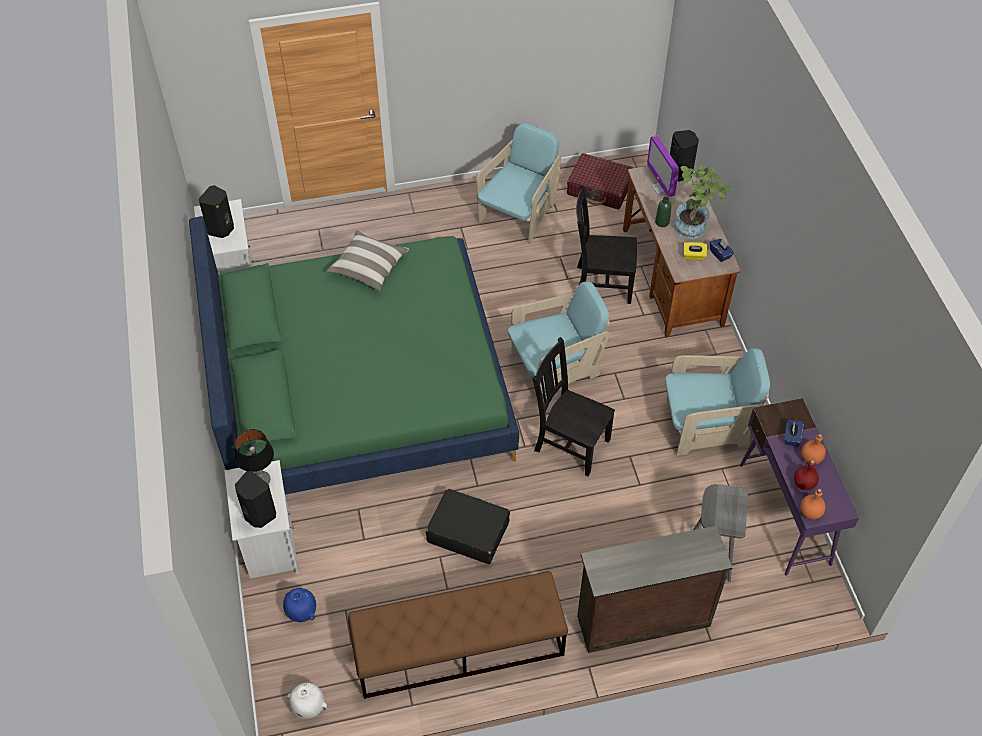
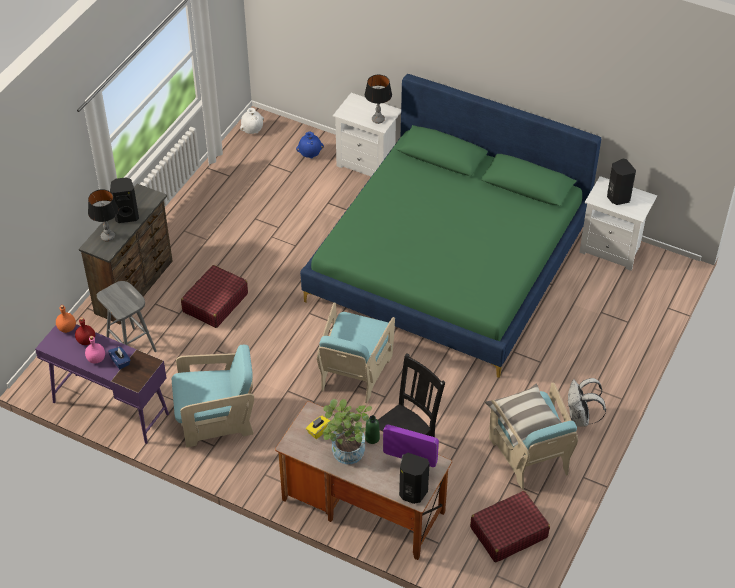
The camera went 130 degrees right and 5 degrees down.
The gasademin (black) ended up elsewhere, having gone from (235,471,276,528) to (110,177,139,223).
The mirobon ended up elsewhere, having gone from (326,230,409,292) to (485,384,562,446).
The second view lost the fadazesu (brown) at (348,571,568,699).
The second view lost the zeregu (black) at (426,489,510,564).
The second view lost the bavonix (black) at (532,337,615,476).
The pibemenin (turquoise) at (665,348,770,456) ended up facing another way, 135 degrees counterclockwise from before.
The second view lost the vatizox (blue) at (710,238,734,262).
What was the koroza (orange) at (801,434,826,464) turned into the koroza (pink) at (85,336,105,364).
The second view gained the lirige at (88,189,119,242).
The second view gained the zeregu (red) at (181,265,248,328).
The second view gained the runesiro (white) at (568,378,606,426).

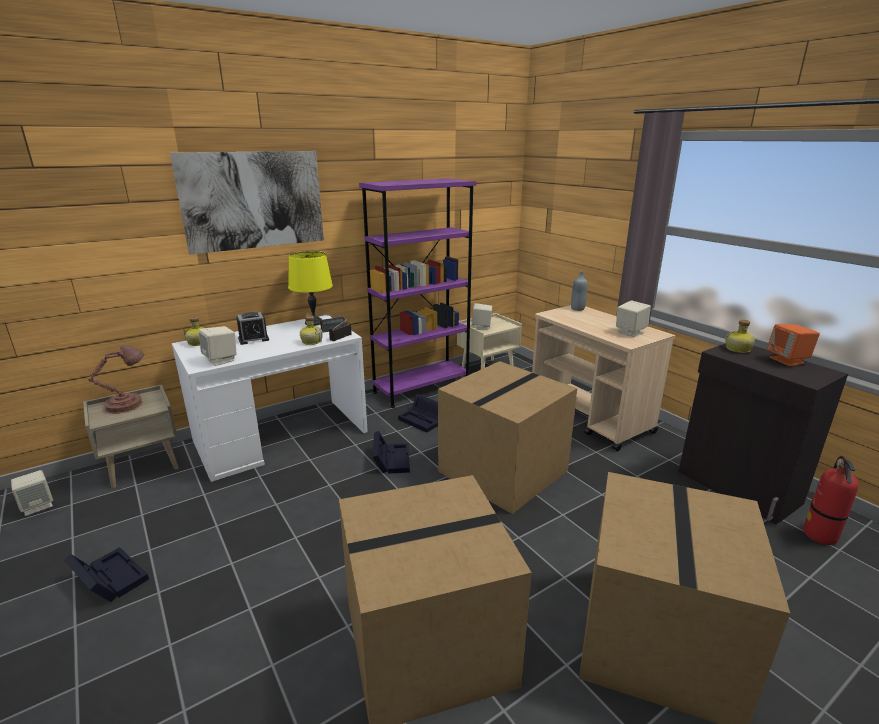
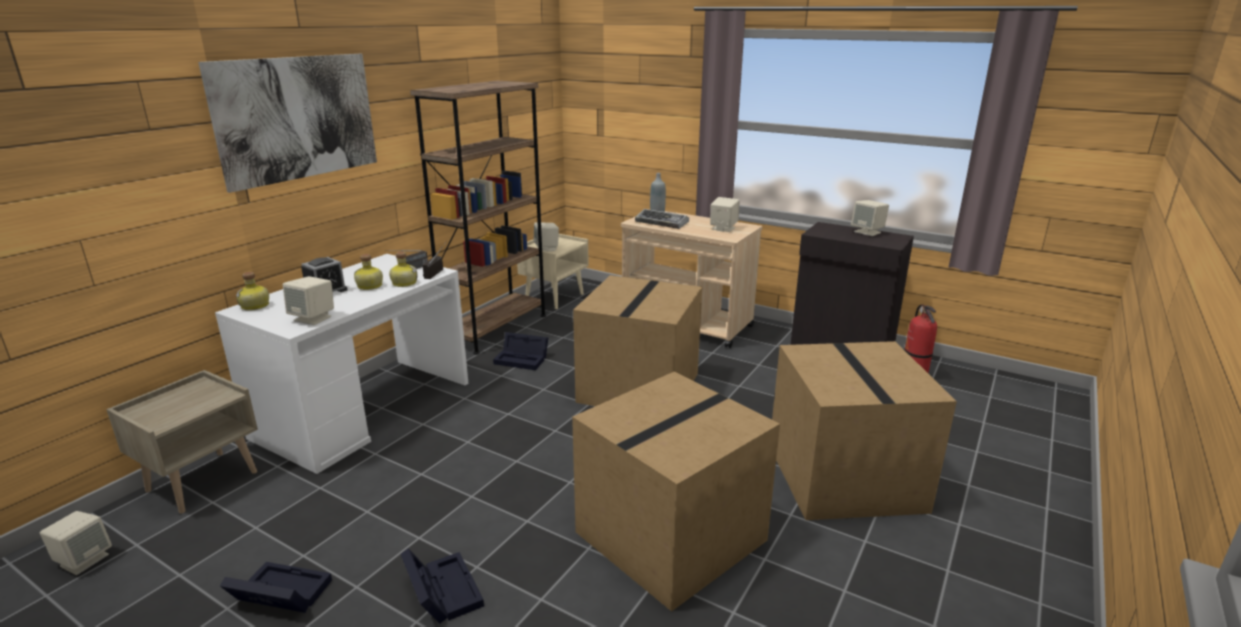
The camera went 25 degrees left and 0 degrees up.
The second view lost the lirige (brown) at (88,344,144,414).
The second view lost the lirige (yellow) at (288,251,333,326).
What was the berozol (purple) at (359,178,476,408) turned into the berozol (brown) at (410,81,546,355).
The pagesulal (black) ended up elsewhere, having gone from (373,431,410,474) to (401,548,484,624).
The koroza ended up elsewhere, having gone from (726,319,755,353) to (354,254,383,290).
What was the gasademin (orange) at (767,324,820,366) turned into the gasademin (beige) at (851,200,889,236).
The second view gained the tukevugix at (635,209,689,229).

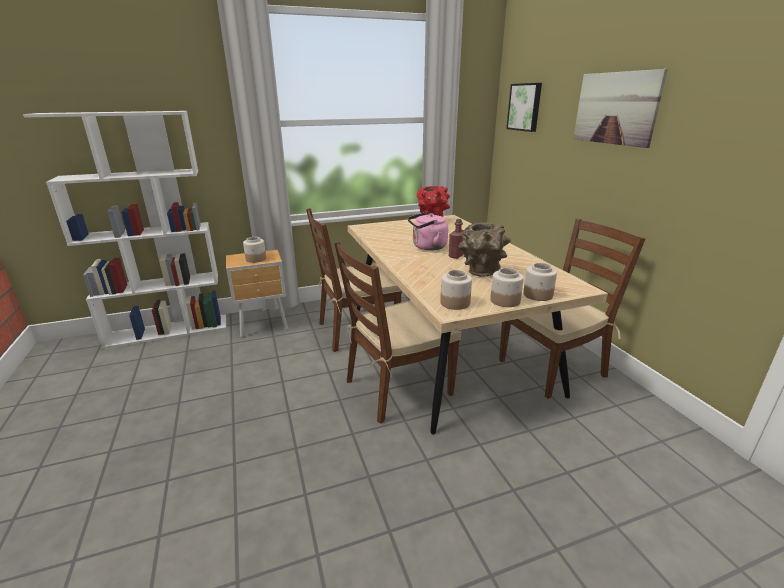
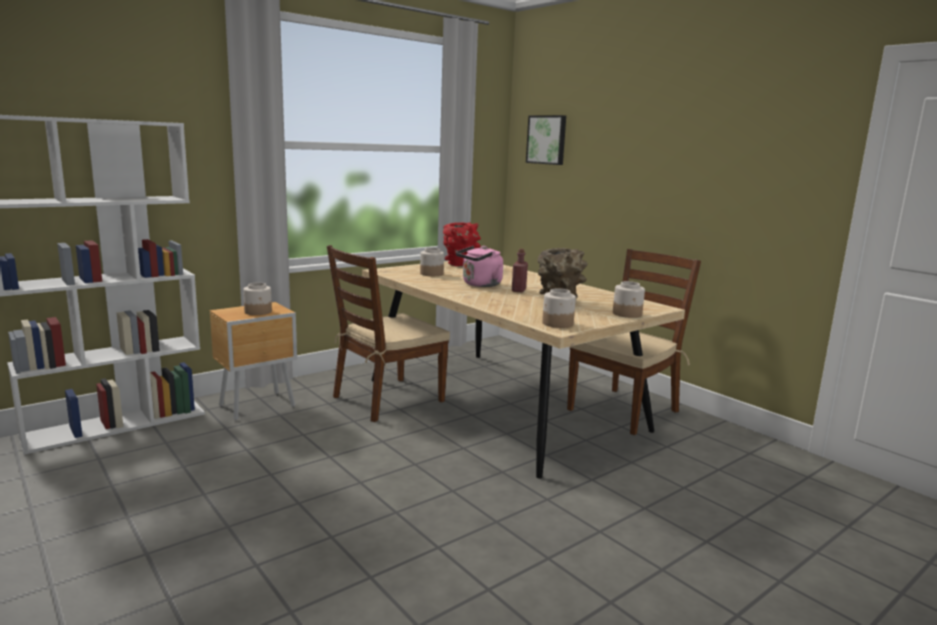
The camera went 20 degrees left and 10 degrees down.
The second view lost the bavonix (brown) at (334,241,461,424).
The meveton ended up elsewhere, having gone from (490,268,524,307) to (420,248,444,276).
The second view lost the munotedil at (573,69,668,148).

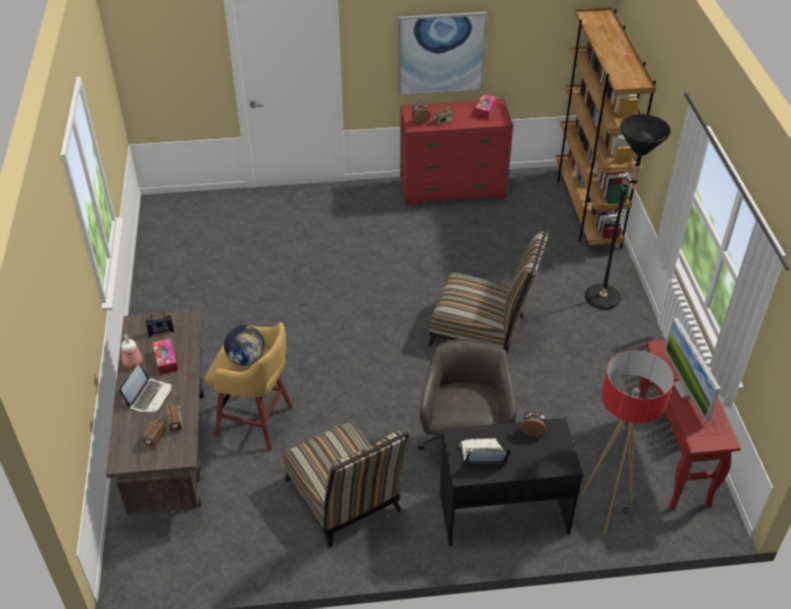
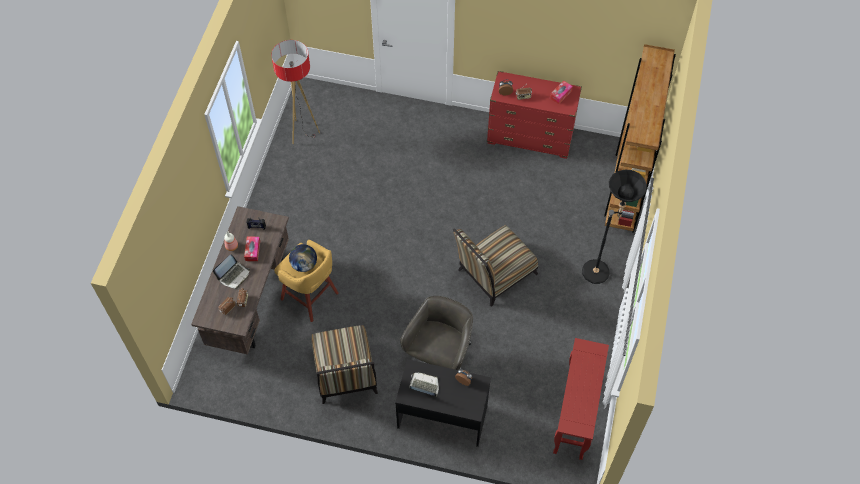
The camera went 20 degrees right and 15 degrees up.
The second view lost the munotedil at (398,12,487,95).
The bavonix at (428,229,548,355) ended up facing another way, 105 degrees clockwise from before.
The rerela ended up elsewhere, having gone from (582,350,674,534) to (271,40,320,144).
The second view lost the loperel at (664,318,721,422).

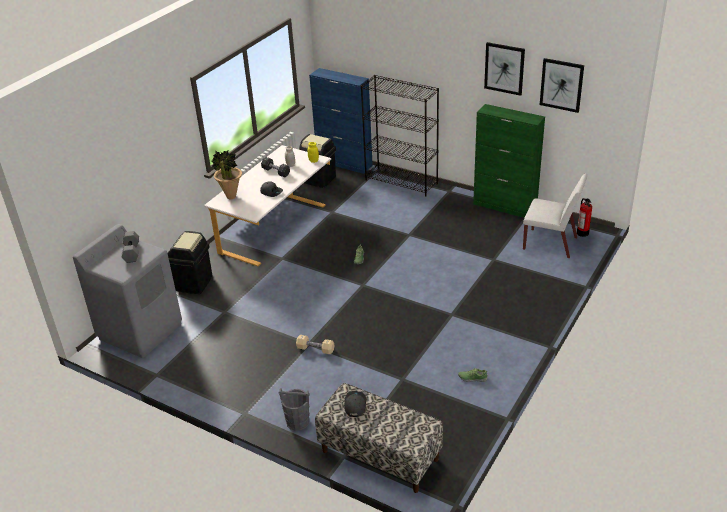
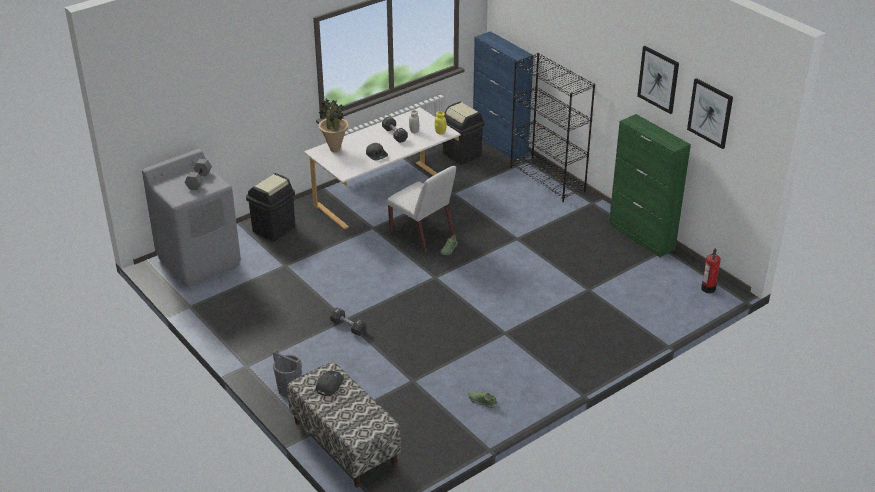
The camera went 20 degrees right and 0 degrees up.
What was the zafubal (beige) at (296,335,334,354) turned into the zafubal (black) at (330,307,366,336).
The bavonix (white) ended up elsewhere, having gone from (523,174,587,258) to (387,166,456,253).

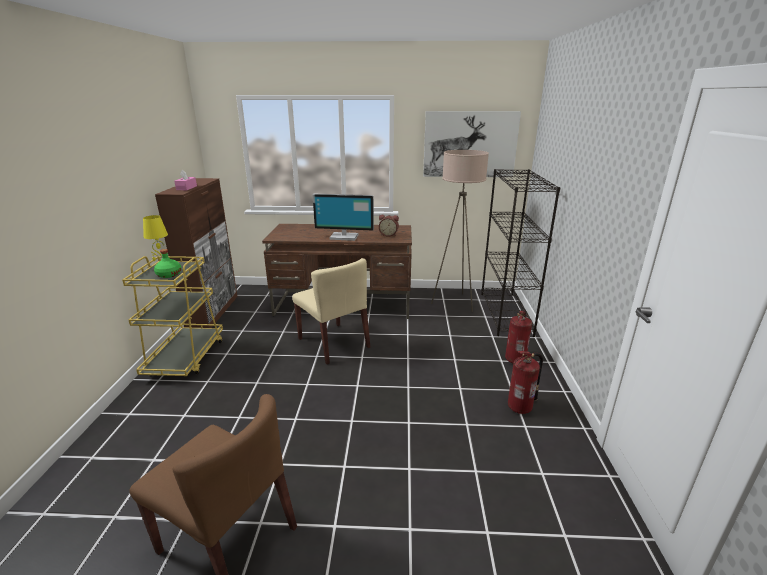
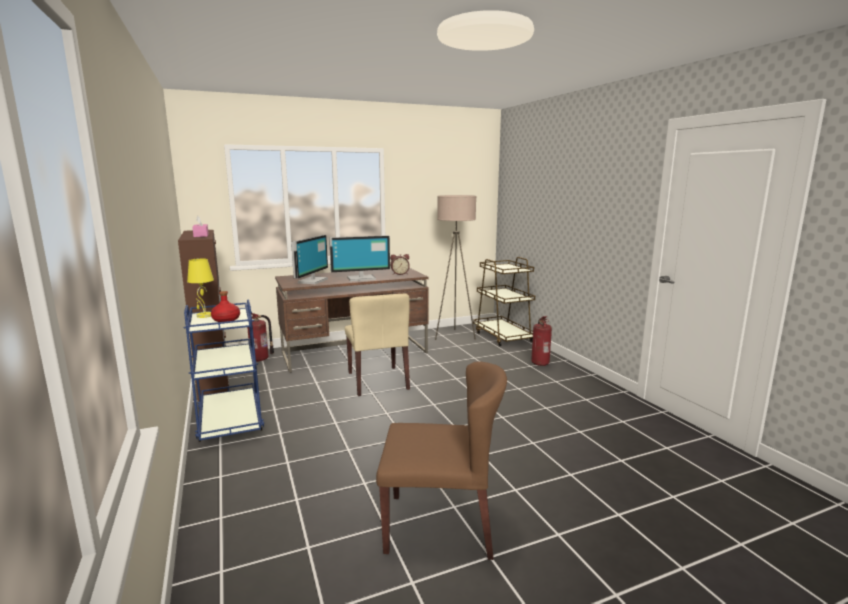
The camera went 25 degrees left and 10 degrees down.
What was the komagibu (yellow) at (122,256,223,376) turned into the komagibu (blue) at (184,300,264,442).
What was the koroza (green) at (154,249,182,278) turned into the koroza (red) at (211,291,240,322).
The bavonix (beige) at (292,258,370,365) ended up facing another way, 45 degrees clockwise from before.
The second view lost the munotedil at (423,111,521,177).
Where the berozol (black) stood at (481,169,560,337), the komagibu (brown) came to stand at (473,257,535,346).
The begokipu ended up elsewhere, having gone from (508,351,543,414) to (247,313,274,362).
The second view gained the loperel at (291,235,328,284).

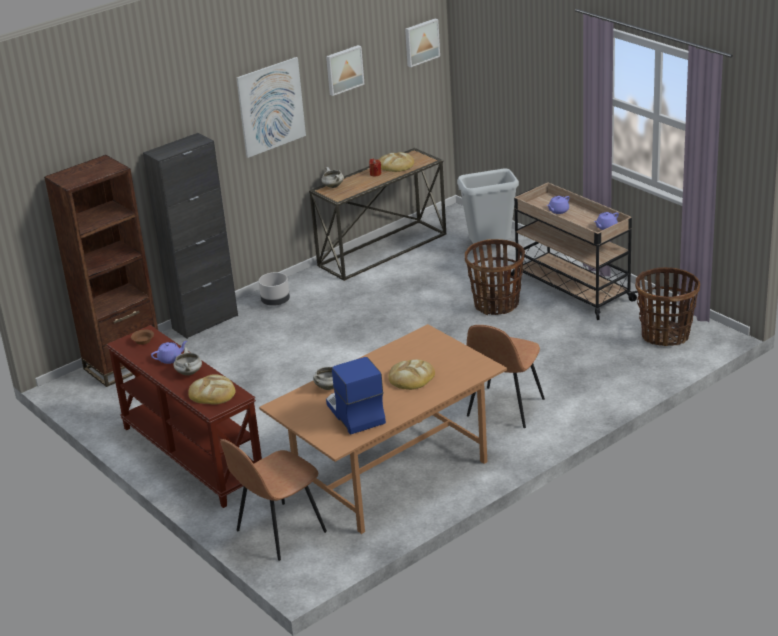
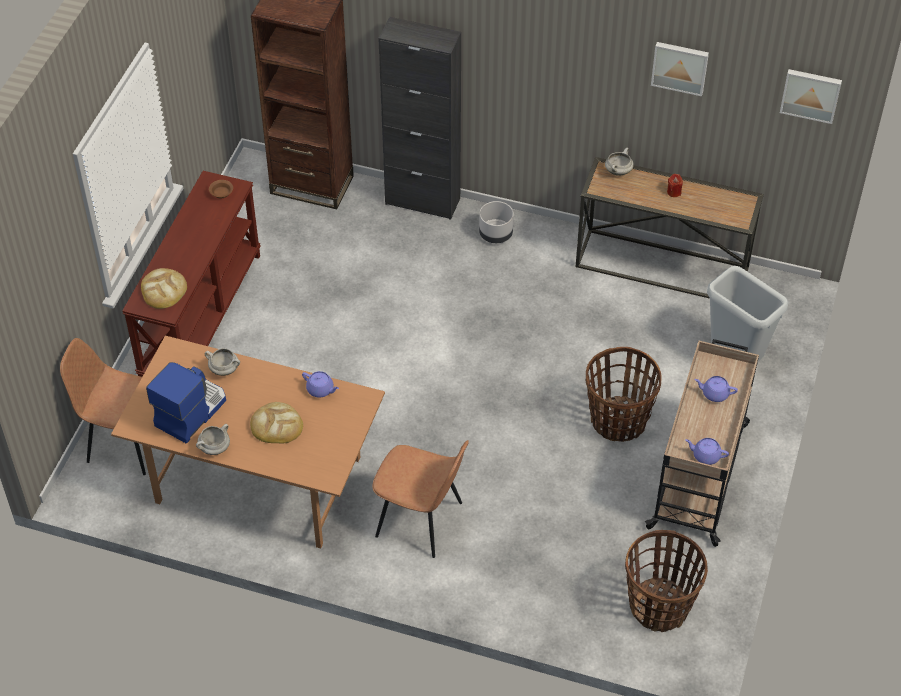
The camera went 55 degrees right and 20 degrees up.
The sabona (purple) ended up elsewhere, having gone from (151,341,187,364) to (302,371,339,398).
The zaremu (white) ended up elsewhere, having gone from (173,348,202,375) to (196,424,230,455).
The second view lost the munotedil at (236,57,306,158).
The second view lost the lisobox at (379,152,414,172).
The bavonix (brown) at (467,325,545,428) ended up facing another way, 150 degrees counterclockwise from before.

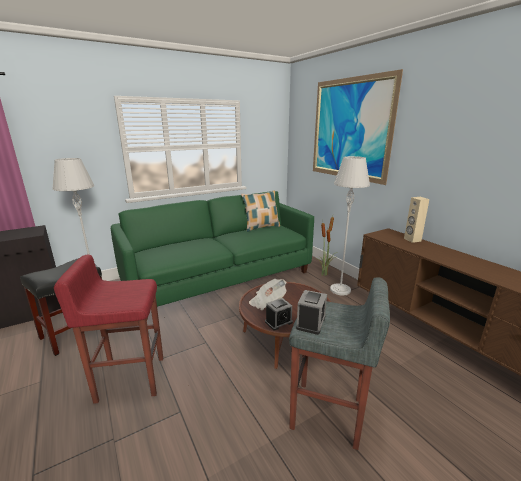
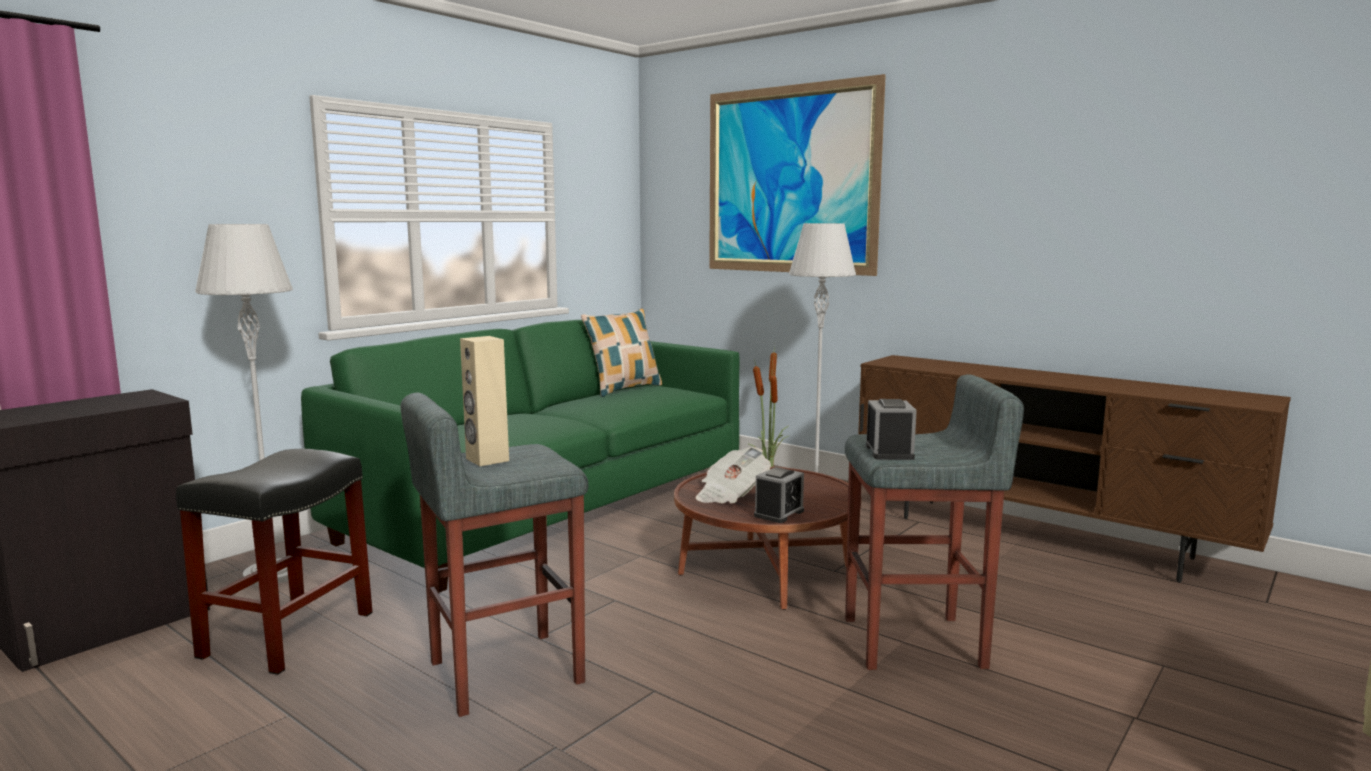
The camera went 20 degrees left and 10 degrees down.
What was the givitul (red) at (54,255,163,404) turned into the givitul (grey) at (401,392,588,717).
The gasademin (beige) ended up elsewhere, having gone from (404,197,429,243) to (460,336,509,466).

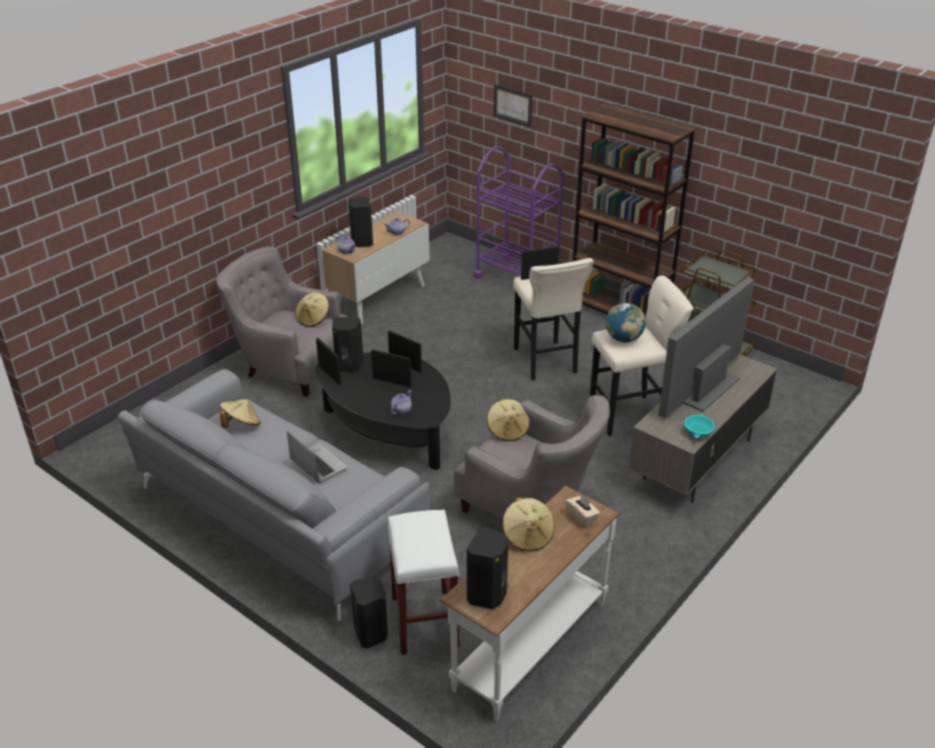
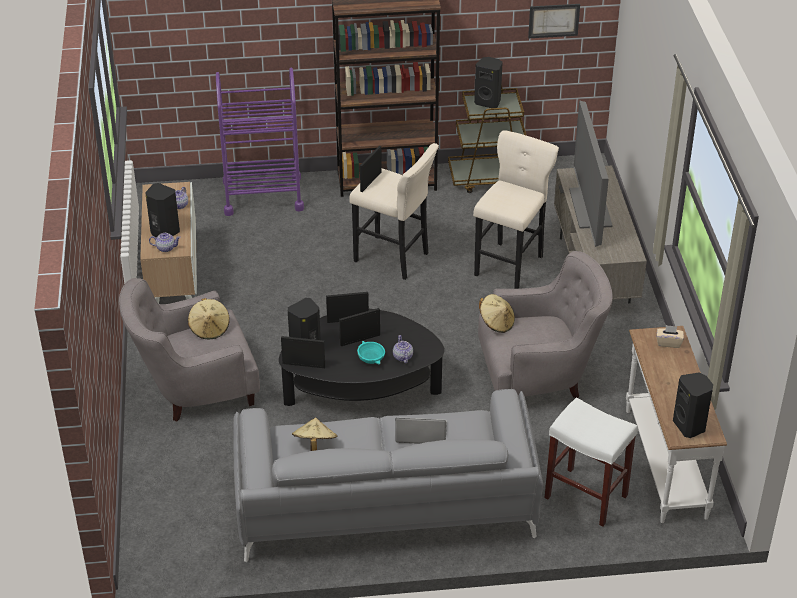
The camera went 45 degrees left and 5 degrees up.
The gasademin (black) ended up elsewhere, having gone from (350,577,388,649) to (474,57,503,108).
The munotedil ended up elsewhere, having gone from (494,85,532,127) to (528,4,580,38).
The second view lost the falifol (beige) at (502,497,555,552).
The second view lost the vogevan at (606,303,646,342).
The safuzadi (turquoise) ended up elsewhere, having gone from (684,414,715,439) to (357,341,385,365).

